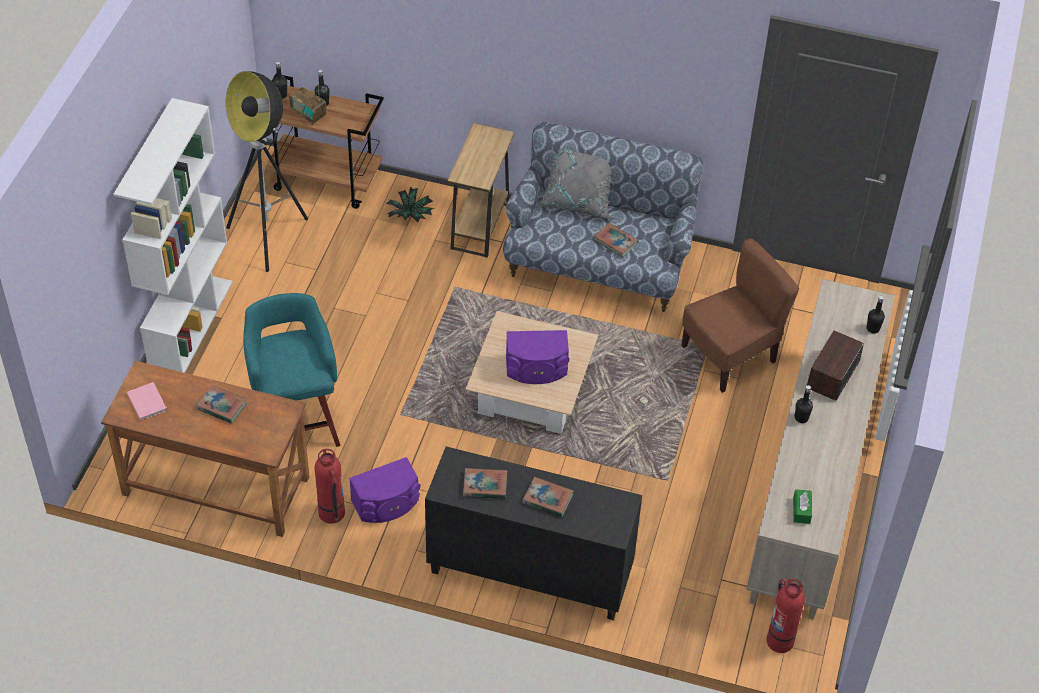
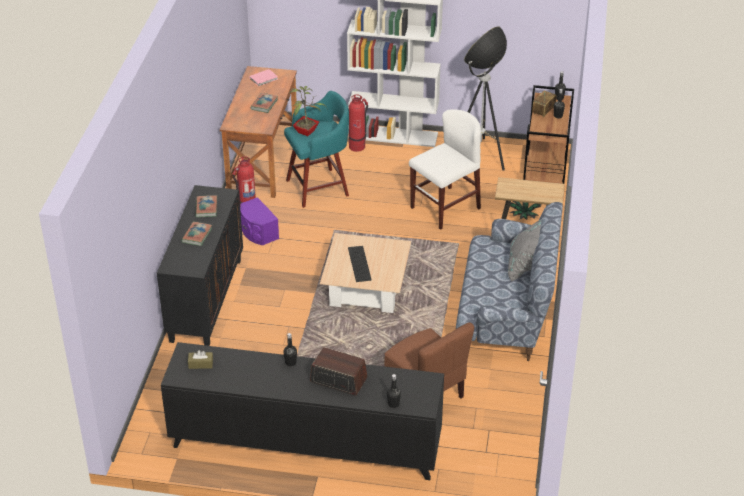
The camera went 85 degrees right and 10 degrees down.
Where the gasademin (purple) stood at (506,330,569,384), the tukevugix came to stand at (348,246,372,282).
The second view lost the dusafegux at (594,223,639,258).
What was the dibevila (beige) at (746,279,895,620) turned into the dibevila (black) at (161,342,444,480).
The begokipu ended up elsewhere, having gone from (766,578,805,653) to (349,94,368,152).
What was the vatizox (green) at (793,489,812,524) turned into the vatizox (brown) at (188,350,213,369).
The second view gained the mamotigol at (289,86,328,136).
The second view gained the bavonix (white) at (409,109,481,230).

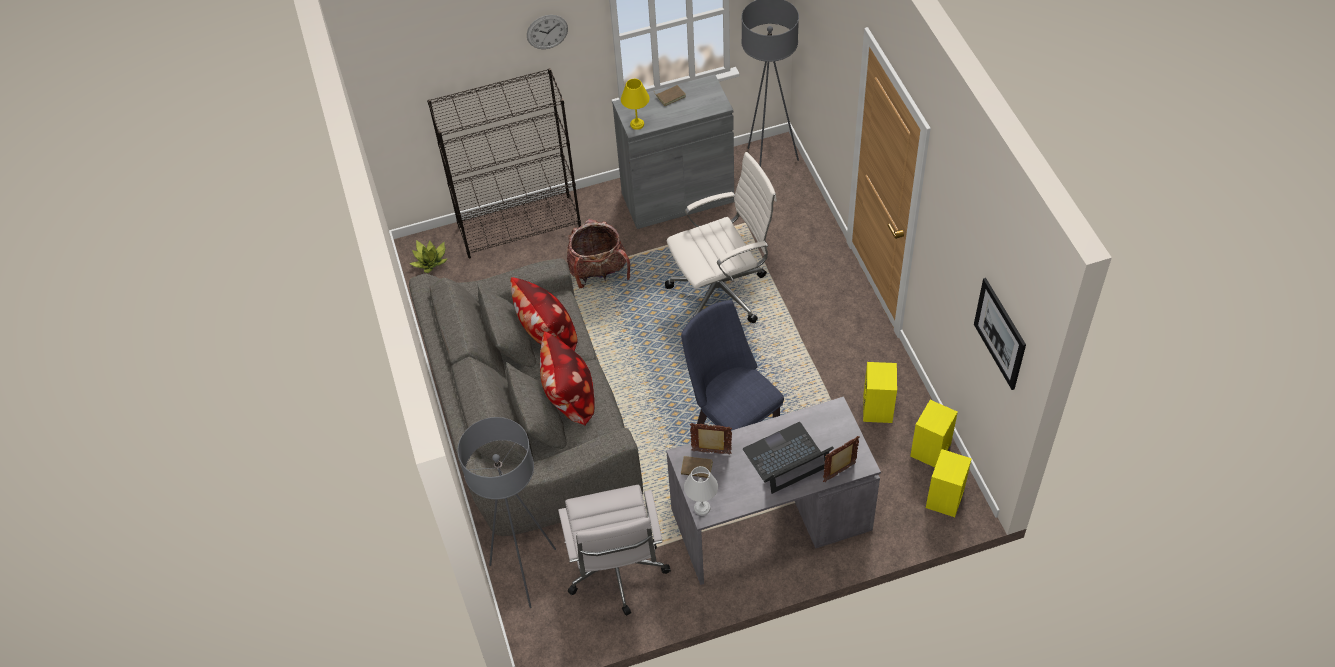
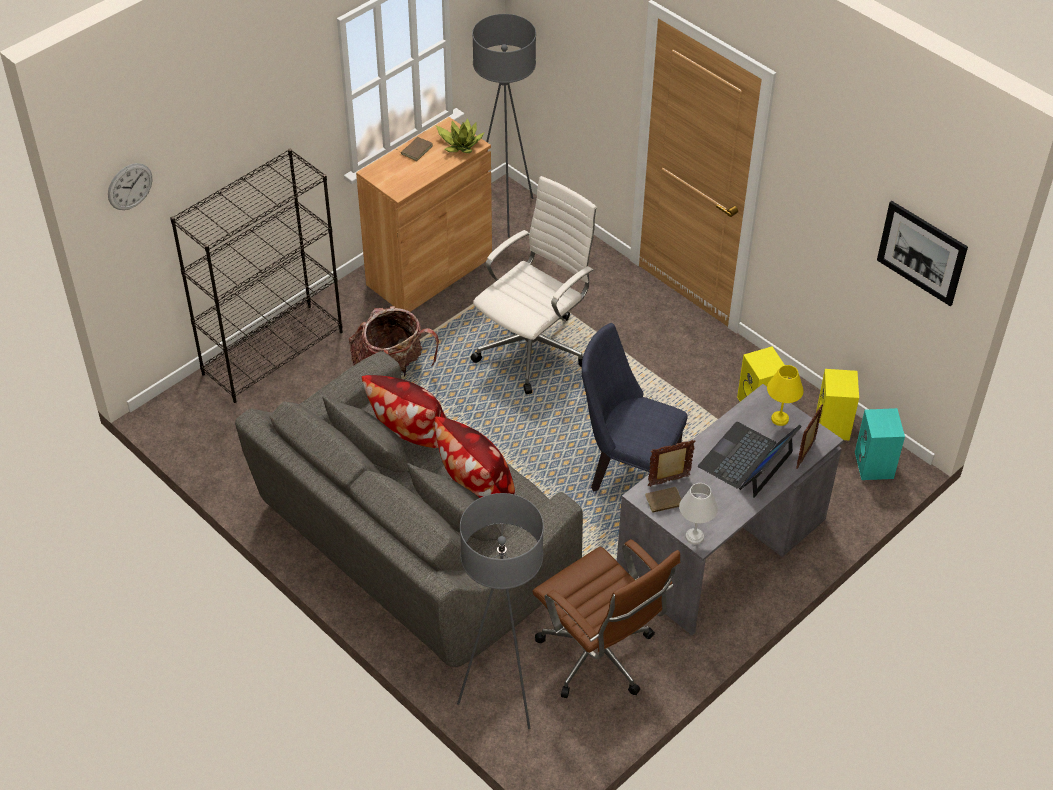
The camera went 30 degrees left and 5 degrees down.
The mamotigol ended up elsewhere, having gone from (409,240,447,273) to (436,118,485,153).
The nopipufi ended up elsewhere, having gone from (527,15,568,49) to (108,163,153,210).
What was the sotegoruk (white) at (558,485,671,616) turned into the sotegoruk (brown) at (533,539,680,698).
What was the dibevila (grey) at (612,74,734,229) turned into the dibevila (brown) at (356,117,492,312).
The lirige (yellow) ended up elsewhere, having gone from (621,79,650,130) to (767,365,804,426).
What was the gasademin (yellow) at (926,449,972,517) turned into the gasademin (turquoise) at (855,408,905,480).

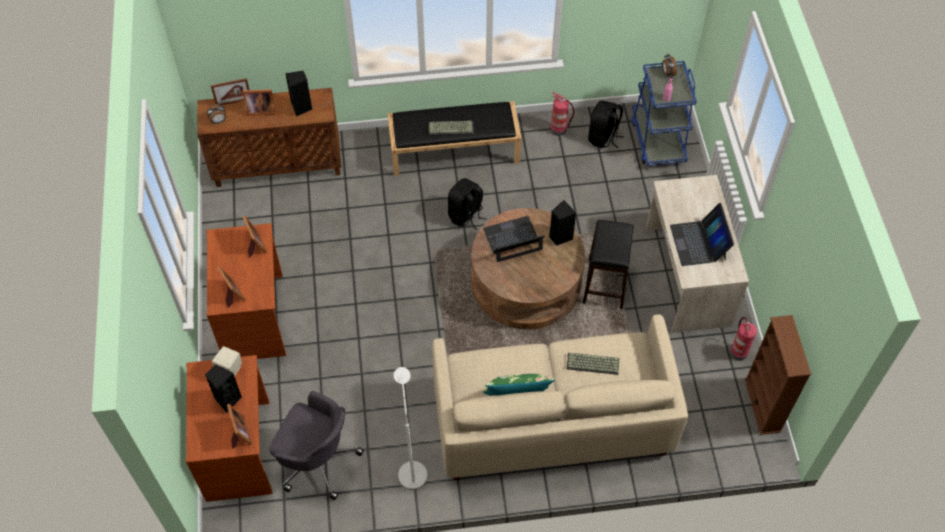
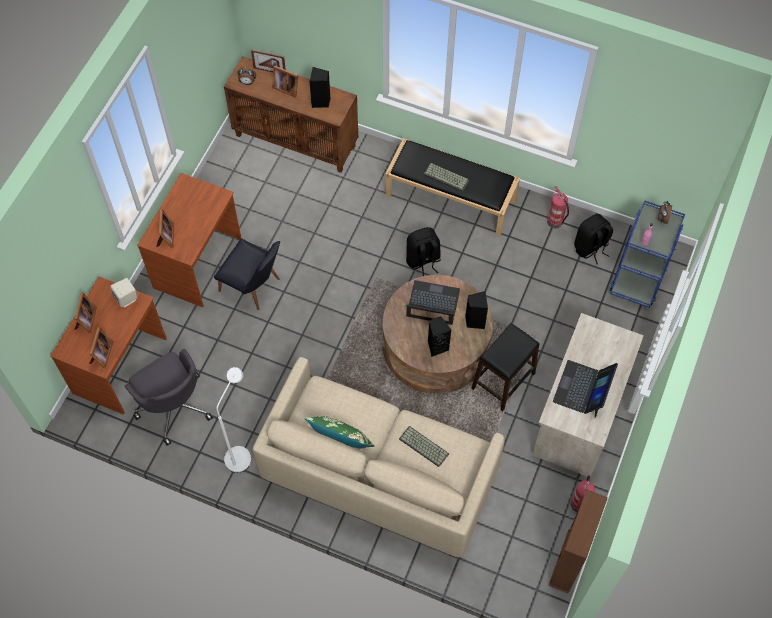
The camera went 30 degrees right and 5 degrees up.
The gasademin (black) ended up elsewhere, having gone from (205,364,242,413) to (428,316,451,357).
The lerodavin ended up elsewhere, having gone from (243,215,267,257) to (74,292,97,333).
The second view gained the bavonix (black) at (214,238,280,310).

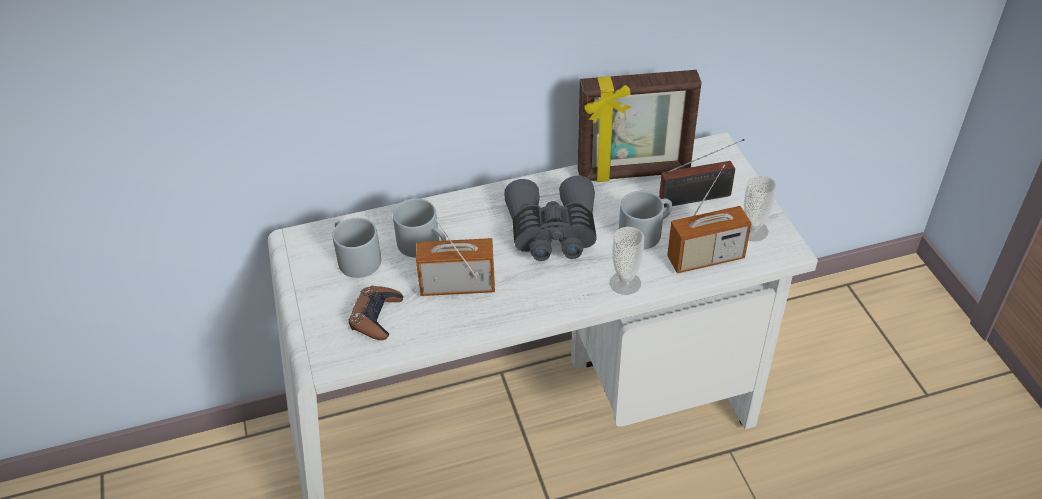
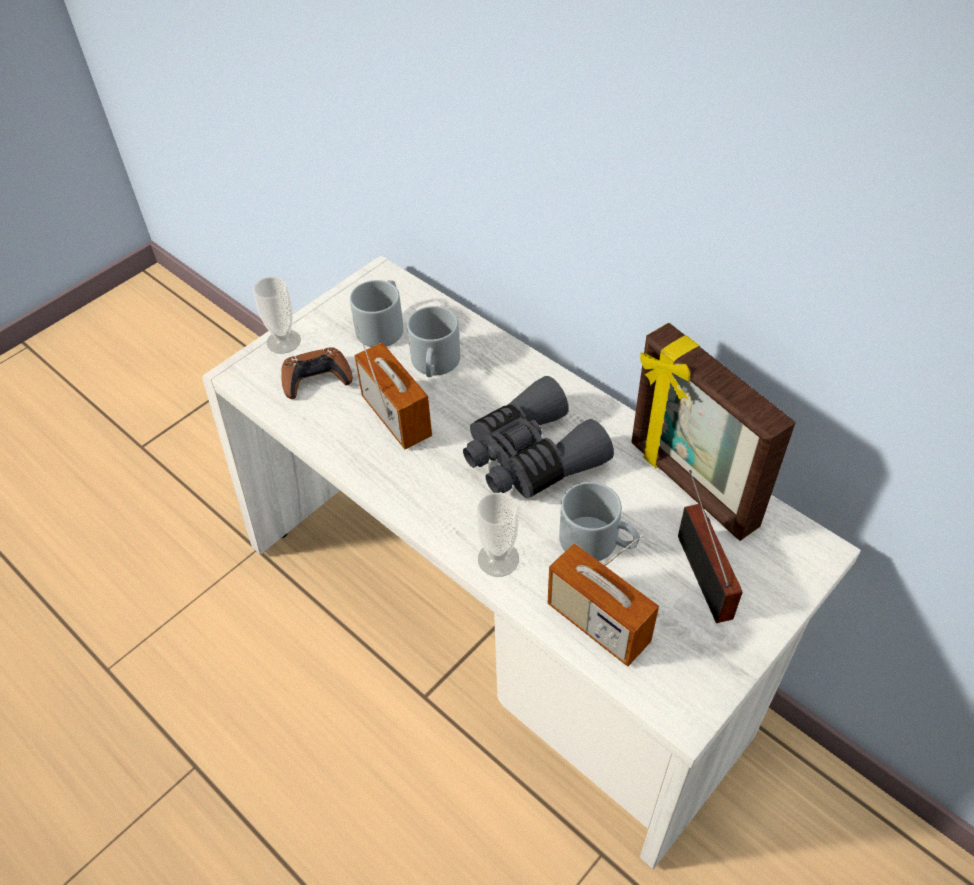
The camera went 60 degrees right and 5 degrees up.
The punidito at (659,139,745,208) ended up facing another way, 150 degrees counterclockwise from before.
The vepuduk ended up elsewhere, having gone from (744,175,777,242) to (253,277,301,354).

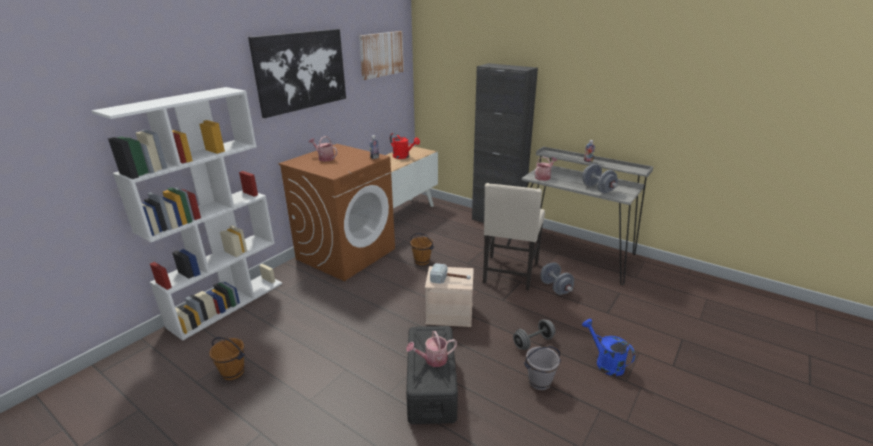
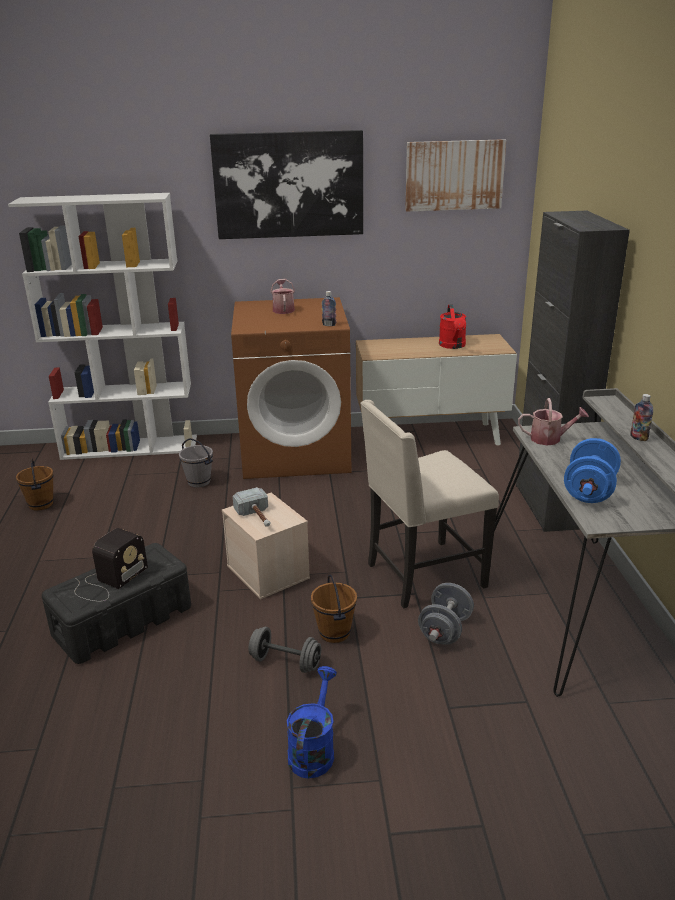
The camera went 50 degrees right and 0 degrees up.
Where the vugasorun stood at (406,331,457,367), the punidito came to stand at (74,528,148,602).
The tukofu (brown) ended up elsewhere, having gone from (410,233,434,265) to (311,575,357,643).
The tukofu (grey) ended up elsewhere, having gone from (524,346,561,390) to (179,438,213,488).
What was the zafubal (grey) at (582,164,618,193) turned into the zafubal (blue) at (564,438,621,503).

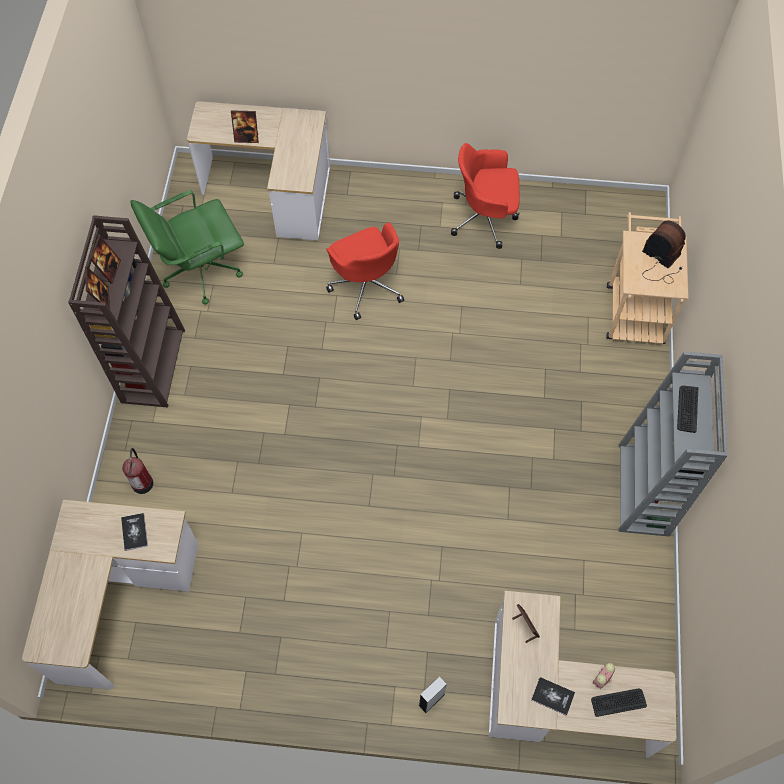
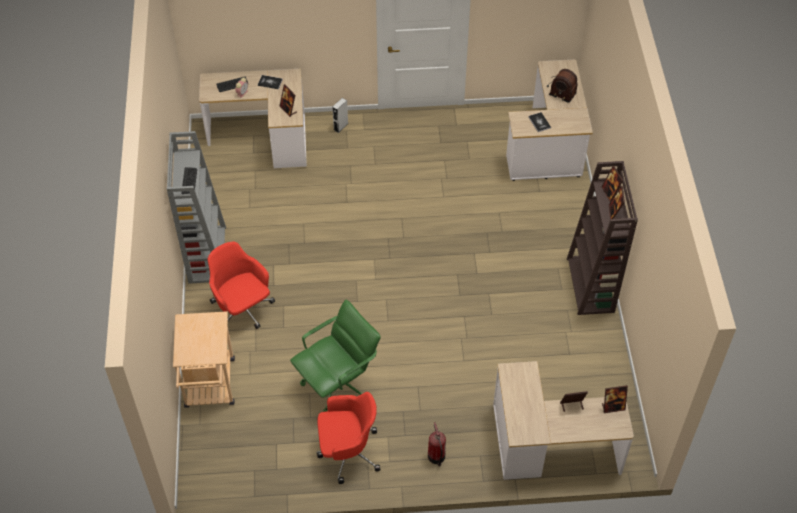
The camera went 170 degrees right and 10 degrees down.
The begokipu ended up elsewhere, having gone from (122,448,153,494) to (428,422,446,466).
The sotegoruk (green) ended up elsewhere, having gone from (130,190,244,305) to (290,300,381,412).
The sotegoruk (red) ended up elsewhere, having gone from (326,222,404,320) to (208,242,275,329).
The punidito ended up elsewhere, having gone from (642,221,686,284) to (547,69,578,103).
The second view gained the lerodavin at (602,385,628,413).

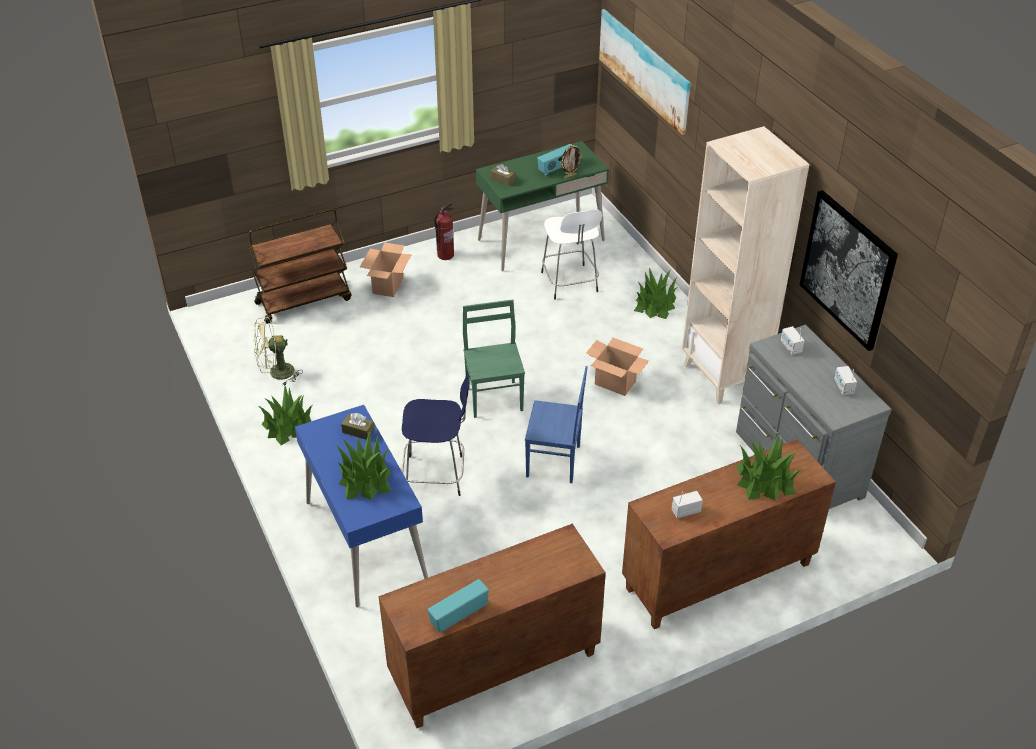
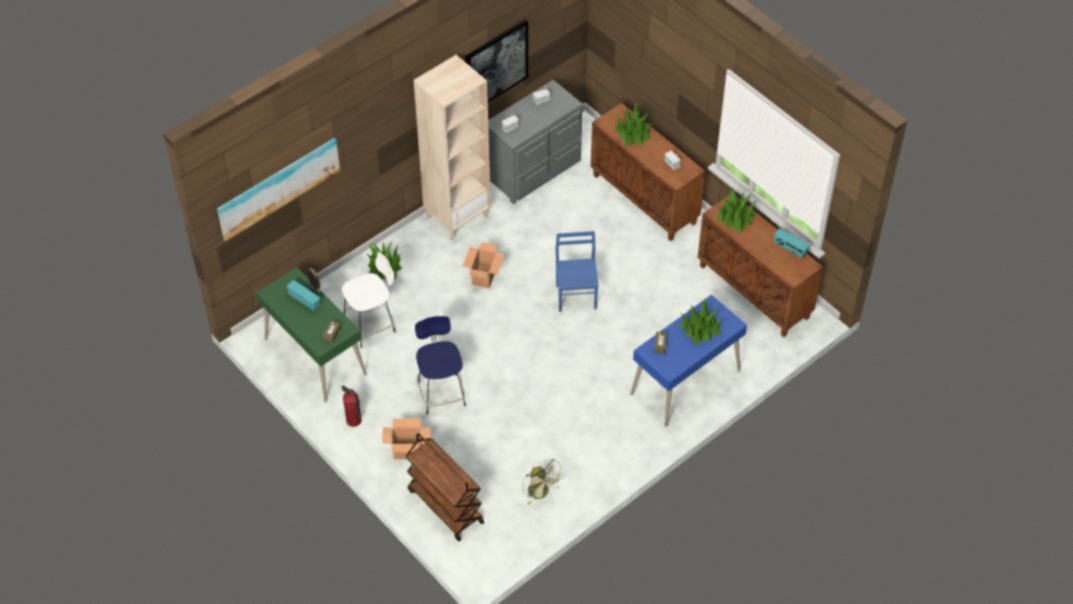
The camera went 105 degrees left and 10 degrees up.
The mamotigol ended up elsewhere, having gone from (259,386,312,445) to (716,188,757,232).
The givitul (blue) ended up elsewhere, having gone from (402,372,469,496) to (415,316,466,415).
The second view lost the bavonix (green) at (463,299,525,418).

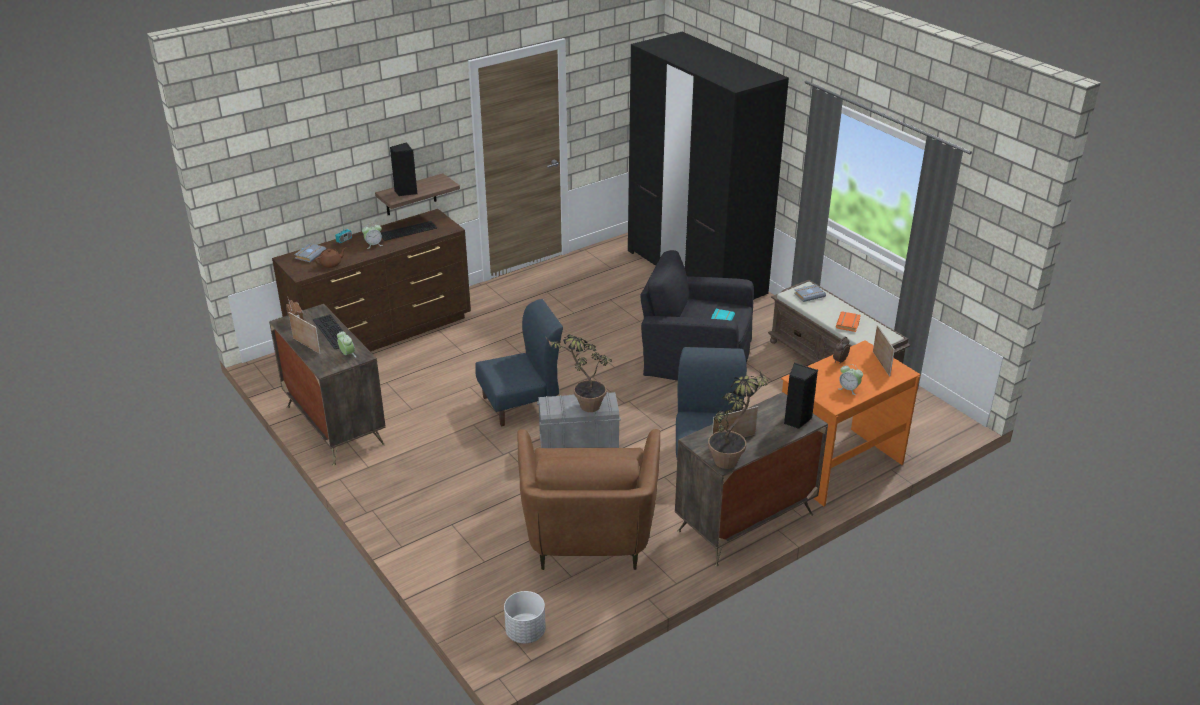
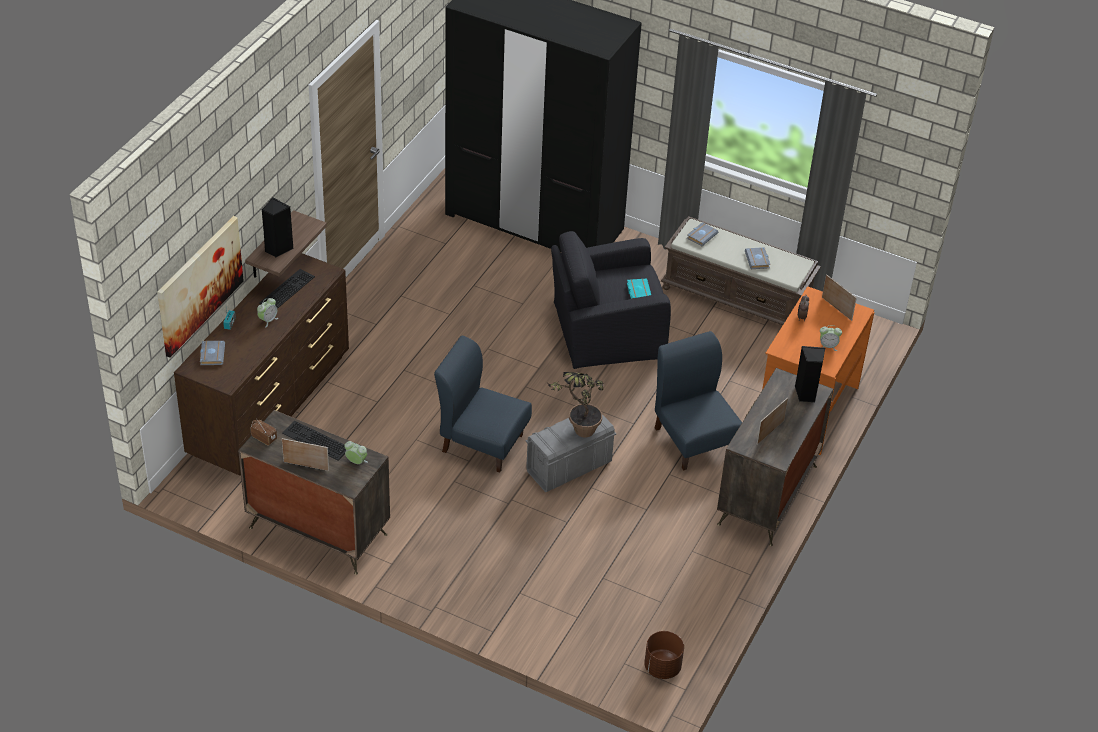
The camera went 30 degrees left and 10 degrees up.
The second view lost the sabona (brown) at (314,247,346,268).
The bavonix (blue) at (475,299,563,427) ended up facing another way, 105 degrees counterclockwise from before.
What was the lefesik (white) at (504,591,546,643) turned into the lefesik (brown) at (644,631,684,679).
The second view lost the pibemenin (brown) at (517,429,660,570).
The second view lost the mamotigol at (708,372,768,469).
What was the dusafegux (orange) at (836,311,861,332) turned into the dusafegux (grey) at (745,247,771,269).
The second view gained the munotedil at (157,216,244,358).

